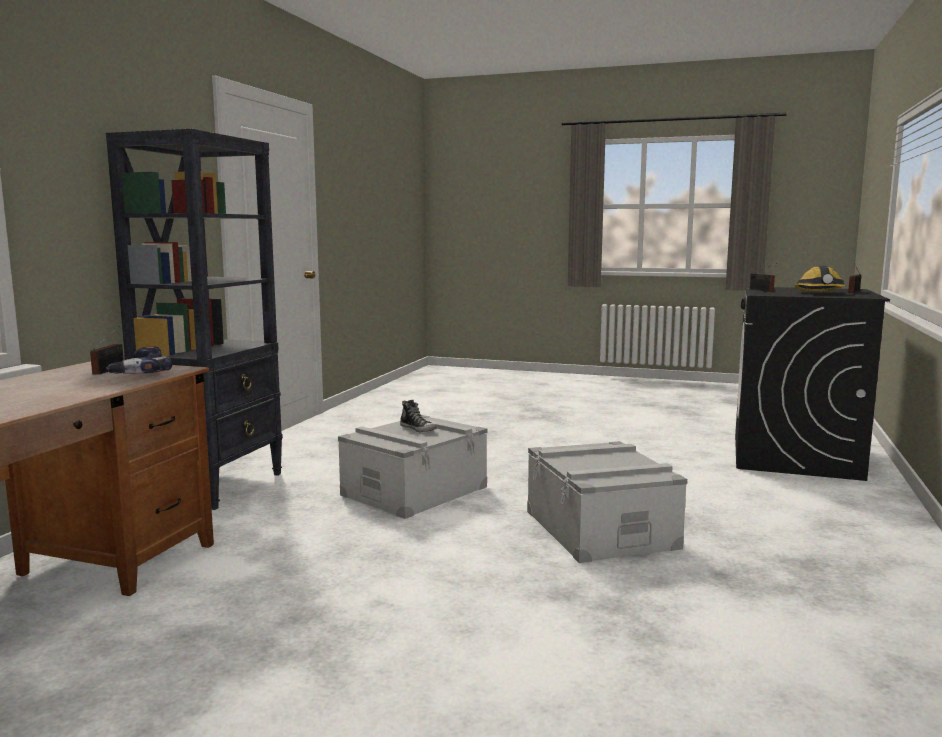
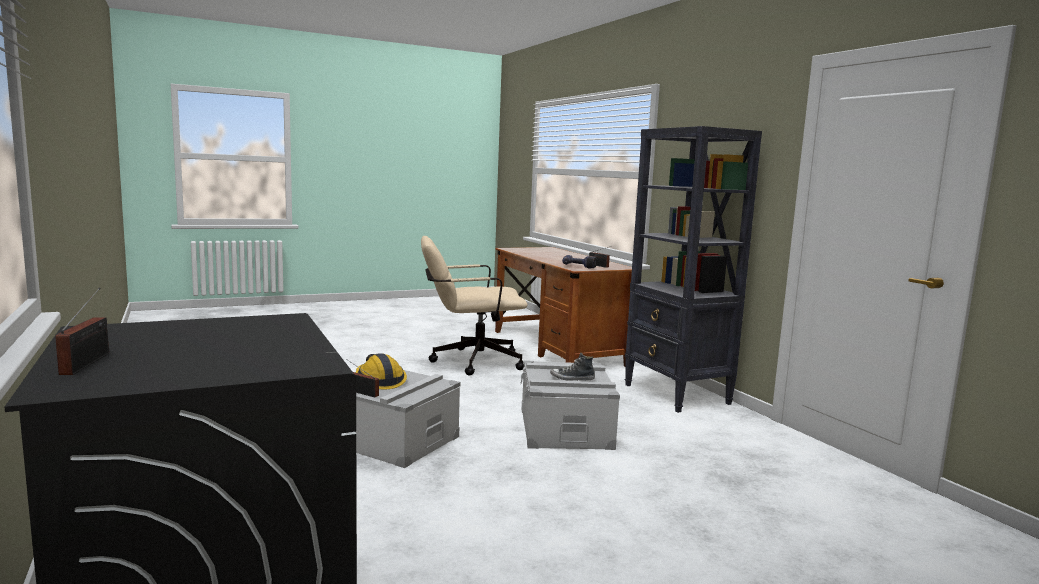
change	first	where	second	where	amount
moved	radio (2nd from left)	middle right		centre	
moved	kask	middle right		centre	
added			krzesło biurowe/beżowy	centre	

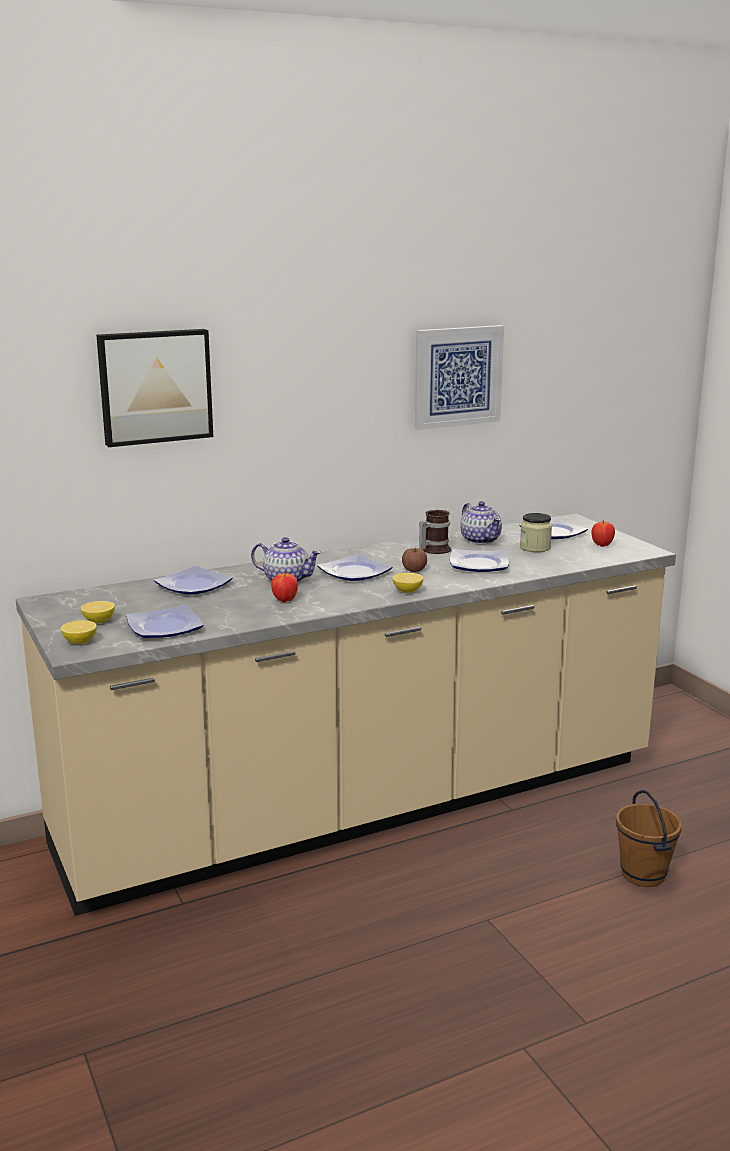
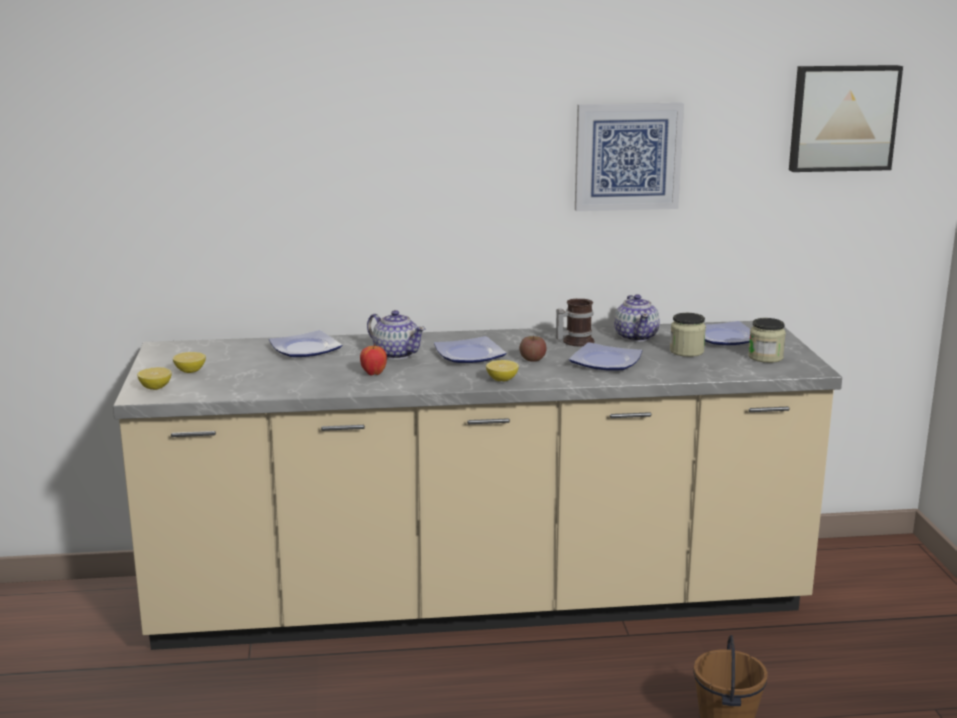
change	first	where	second	where	amount
moved	obraz (1st from left in the first image)	middle left	obraz (2nd from left)	top right	
removed	talerz (1st from left)	middle left			
replaced	jabłko (3rd from left)	middle right	słoik (2nd from left)	middle right	

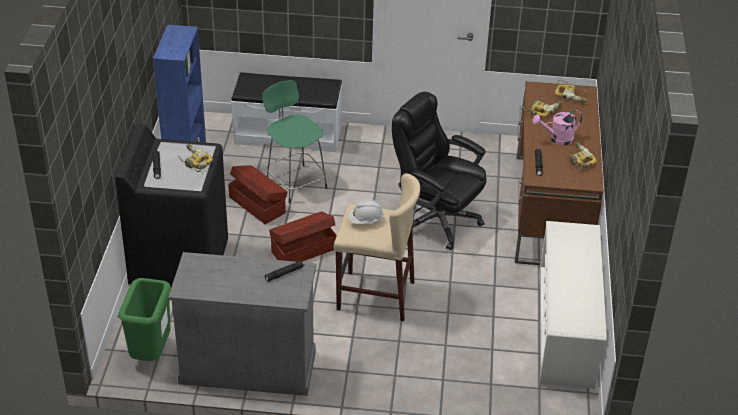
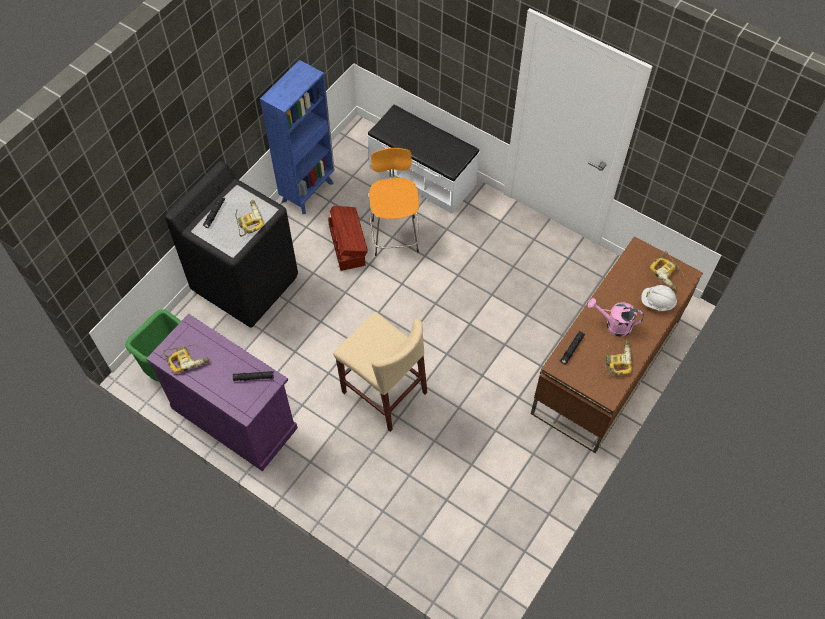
change	first	where	second	where	amount
recoloured	szafka/szary	bottom left	szafka/fioletowy	middle left	
recoloured	stołek/zielony	centre	stołek/pomarańczowy	top centre	
removed	pojemnik do przechowywania/brązowy (2nd from left)	centre			
moved	kask/biały	centre		middle right	
removed	krzesło biurowe/czarny	centre			
moved	wiertarka (2nd from left in the first image)	top right	wiertarka (1st from left)	middle left	
removed	regał na buty/biały	bottom right			

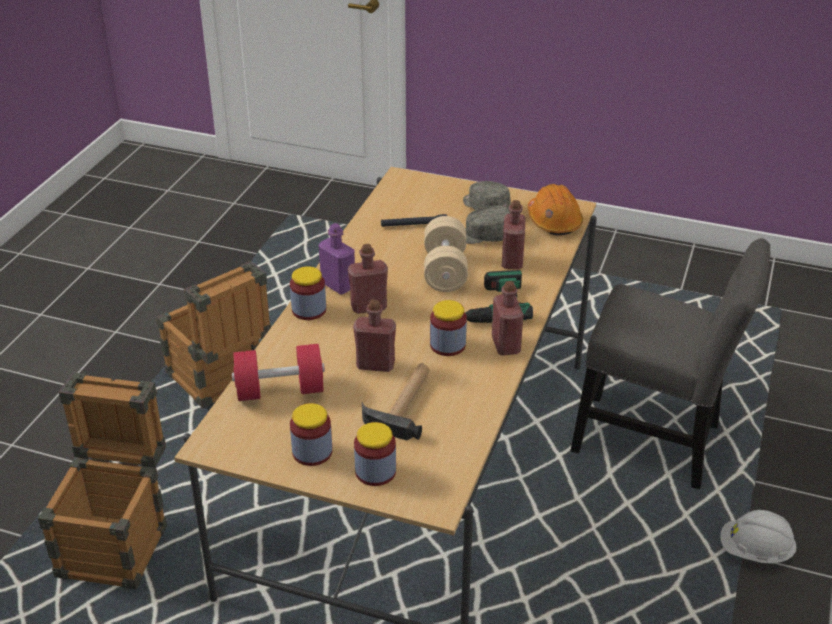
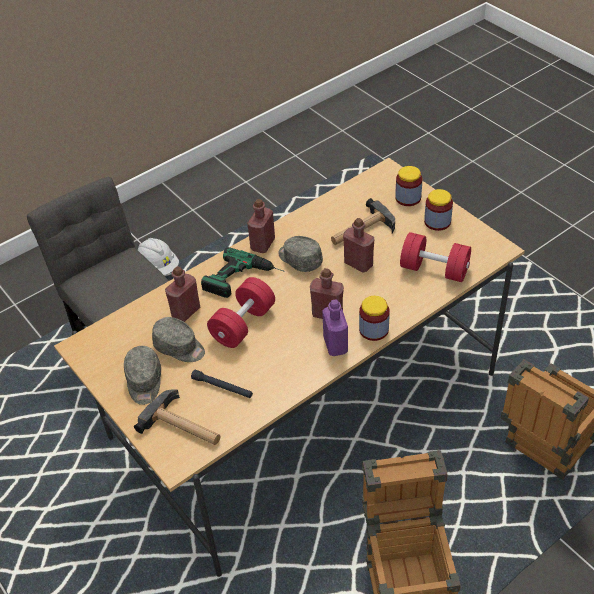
change	first	where	second	where	amount
recoloured	hantel/beżowy	centre	hantel/czerwony (1st from left)	centre	
replaced	słoik (4th from left)	centre	czapka z daszkiem/szary (3rd from left)	centre	
removed	kask/pomarańczowy	middle right			
added			młotek (1st from left)	bottom left	

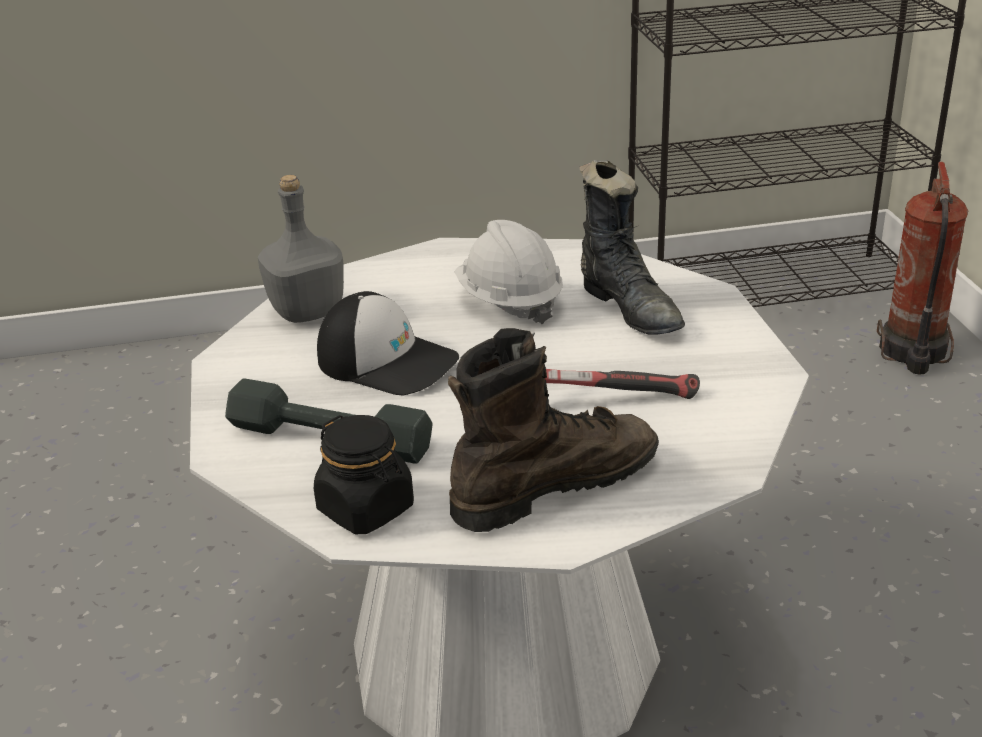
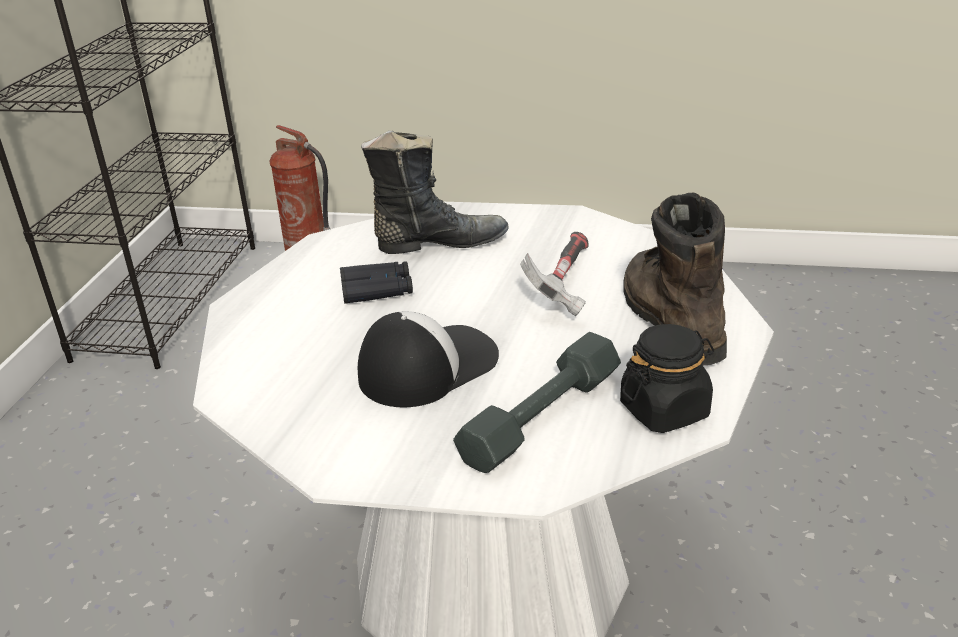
change	first	where	second	where	amount
removed	butelka/szary	middle left			
replaced	kask/biały	centre	lornetka/czarny	centre	

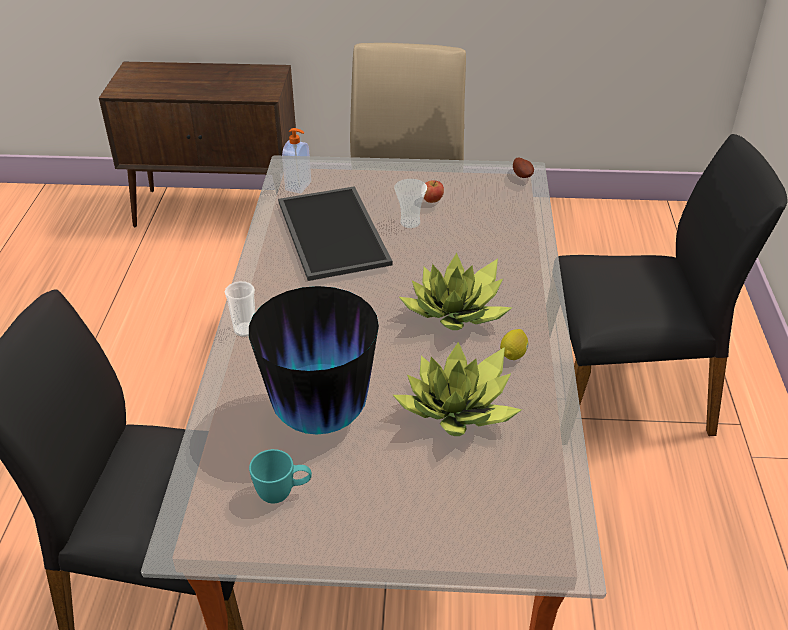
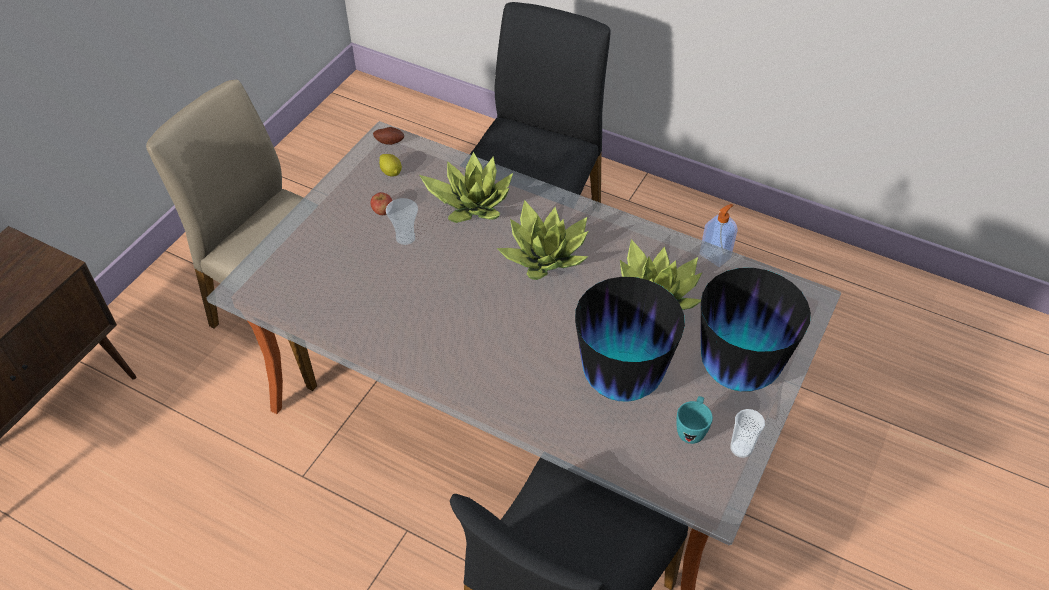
change	first	where	second	where	amount
moved	filiżanka (1st from left in the first image)	middle left	filiżanka (2nd from left)	bottom right	
removed	taca	centre			
moved	dozownik mydła	top centre		middle right	
moved	cytryna	centre		top centre	
added			roślina doniczkowa (1st from left)	top centre	
added			wazon (2nd from left)	middle right	

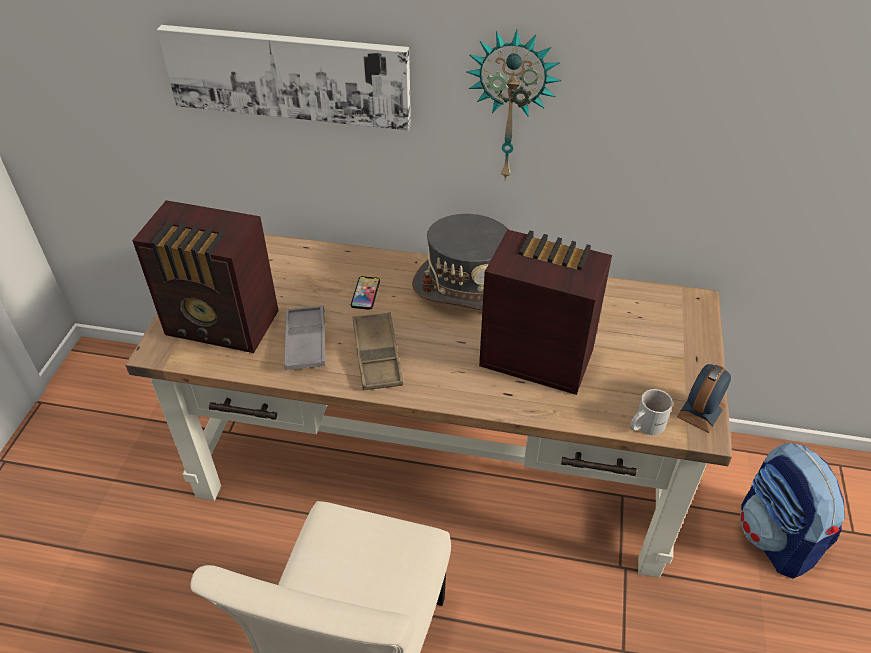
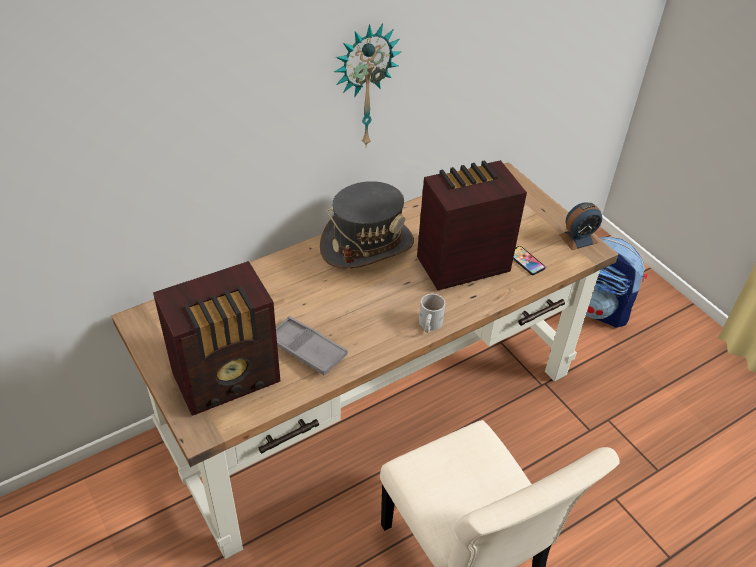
change	first	where	second	where	amount
removed	obraz	top left			
moved	telefon	centre		middle right	
removed	taca/brązowy	centre			
moved	kubek/biały	middle right		centre	
turned	budzik	middle right		middle right	105 degrees counterclockwise

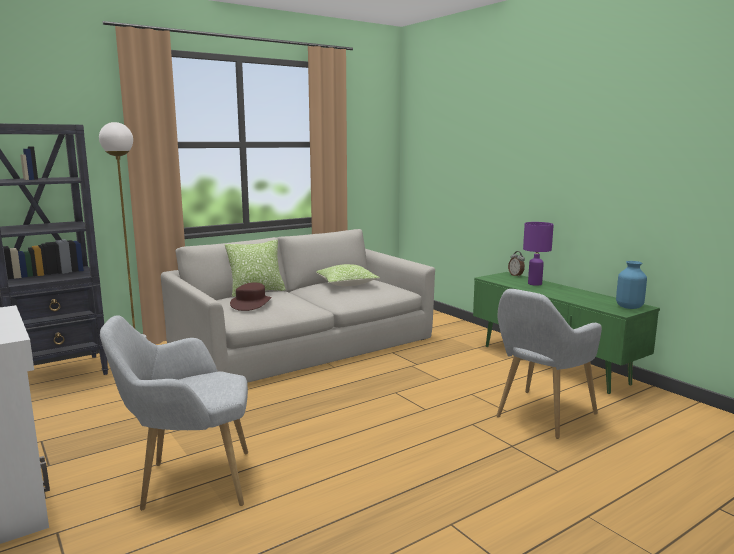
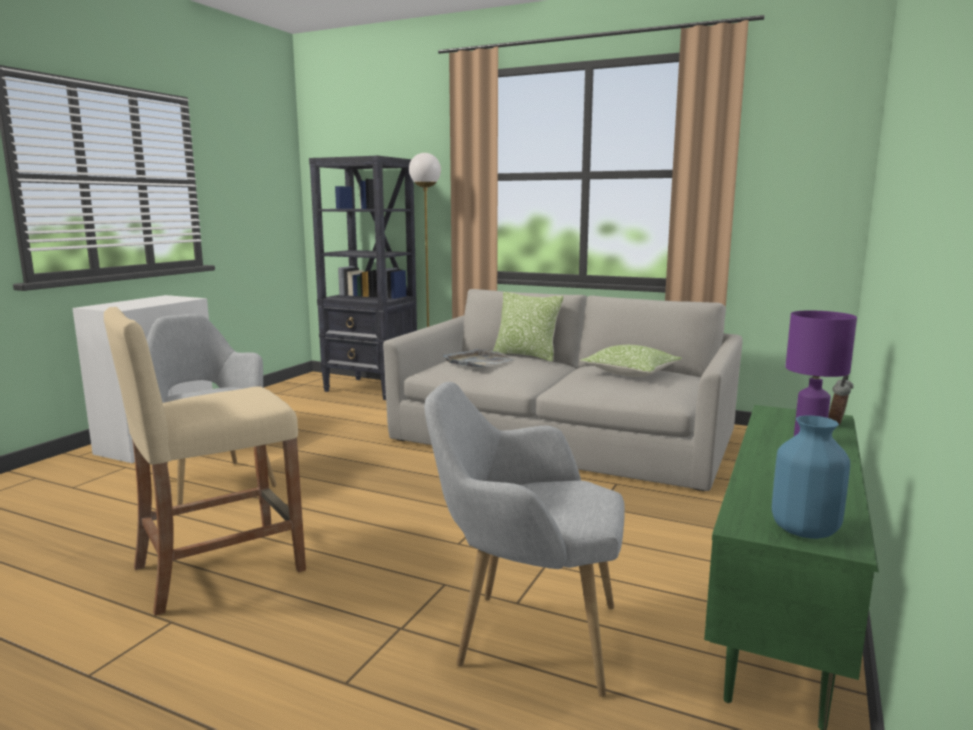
change	first	where	second	where	amount
replaced	kapelusz/brązowy	centre	taca/szary	centre	
added			stołek/beżowy	middle left	

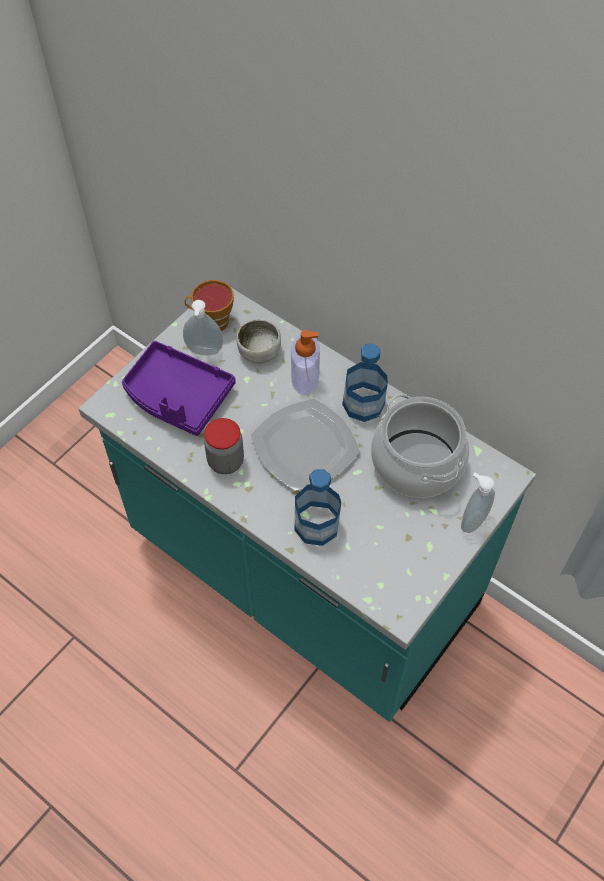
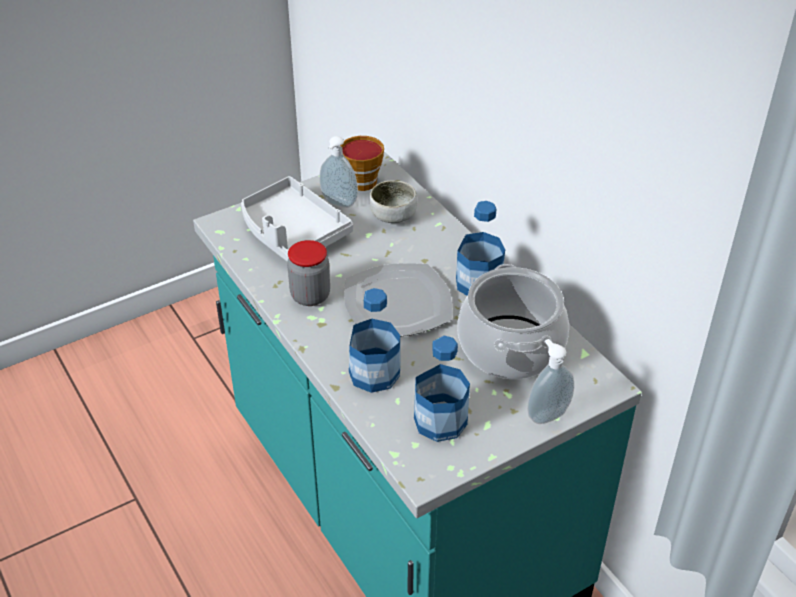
change	first	where	second	where	amount
recoloured	taca/fioletowy	middle left	taca/szary	centre	
removed	dozownik mydła (2nd from left)	centre			
added			butelka (2nd from left)	centre	

